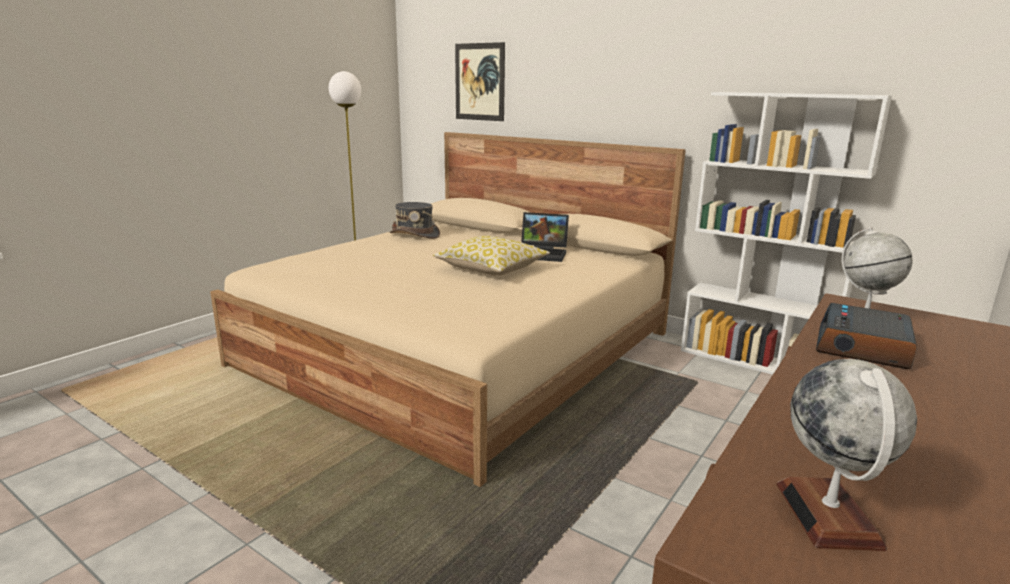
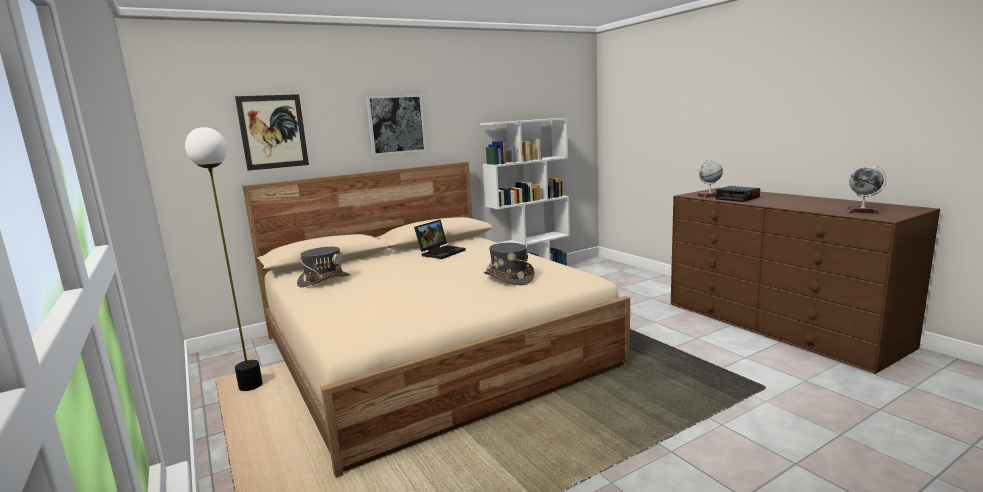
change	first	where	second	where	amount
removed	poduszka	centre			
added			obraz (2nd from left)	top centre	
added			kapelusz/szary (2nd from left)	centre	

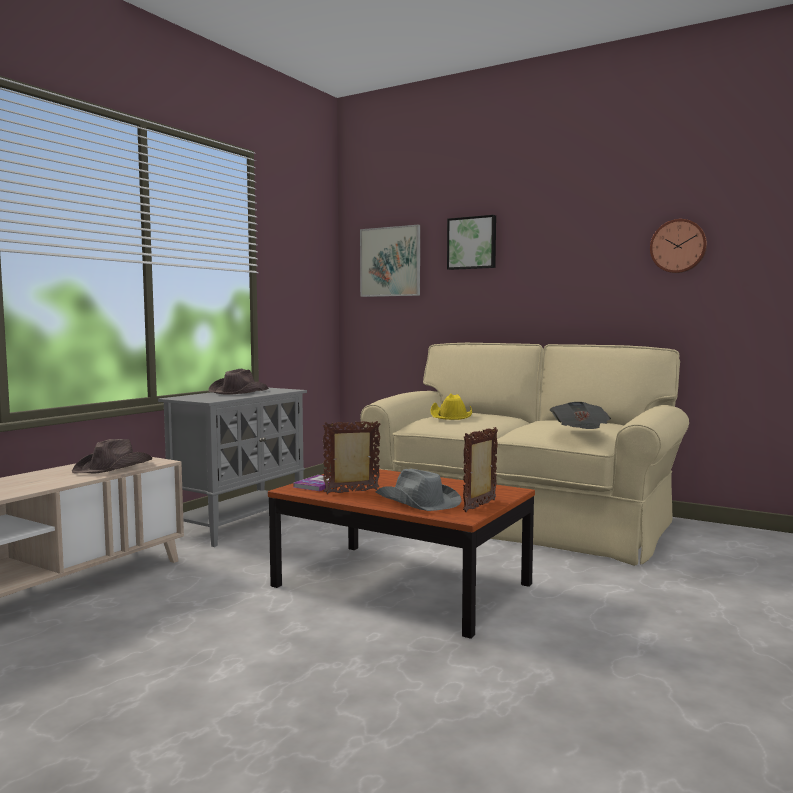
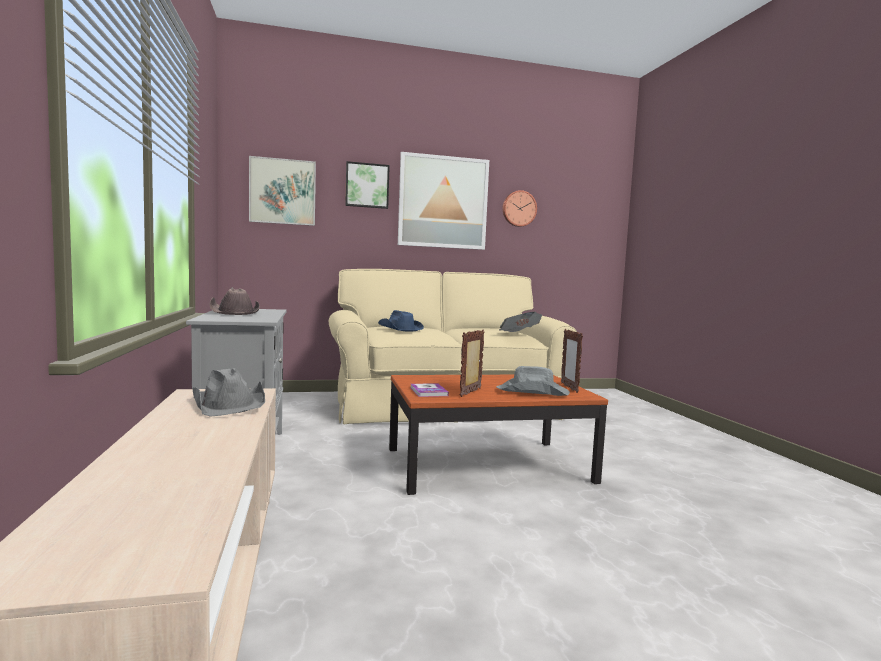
change	first	where	second	where	amount
recoloured	kapelusz/brązowy (1st from left)	middle left	kapelusz/szary (1st from left)	middle left	
recoloured	kapelusz/żółty	centre	kapelusz/niebieski	centre	
added			obraz (3rd from left)	top centre	

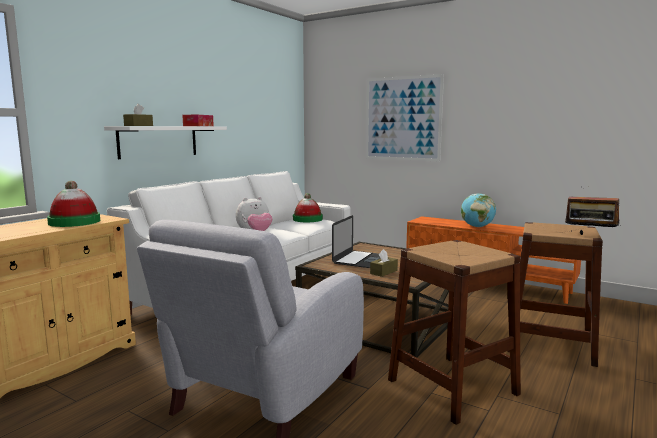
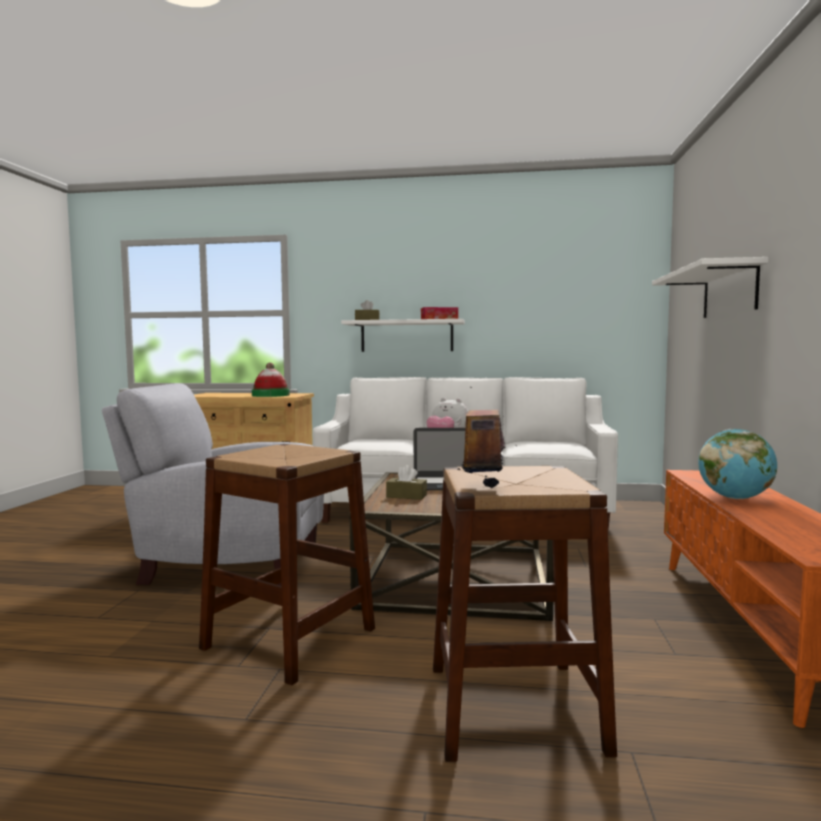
change	first	where	second	where	amount
removed	kapelusz (2nd from left)	centre			
replaced	obraz	top centre	półka/biały (2nd from left)	middle right	

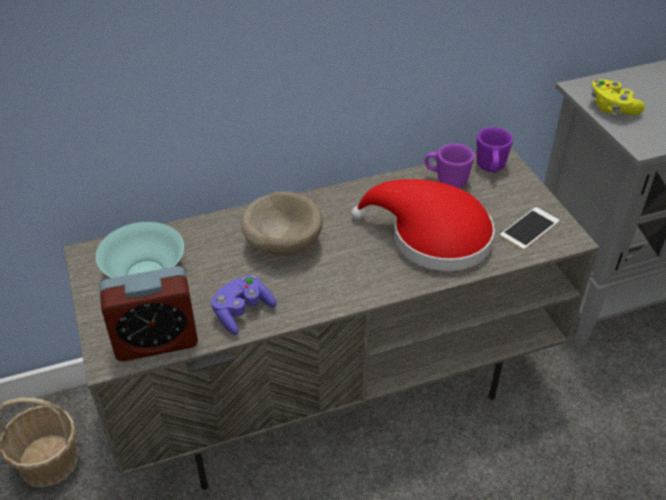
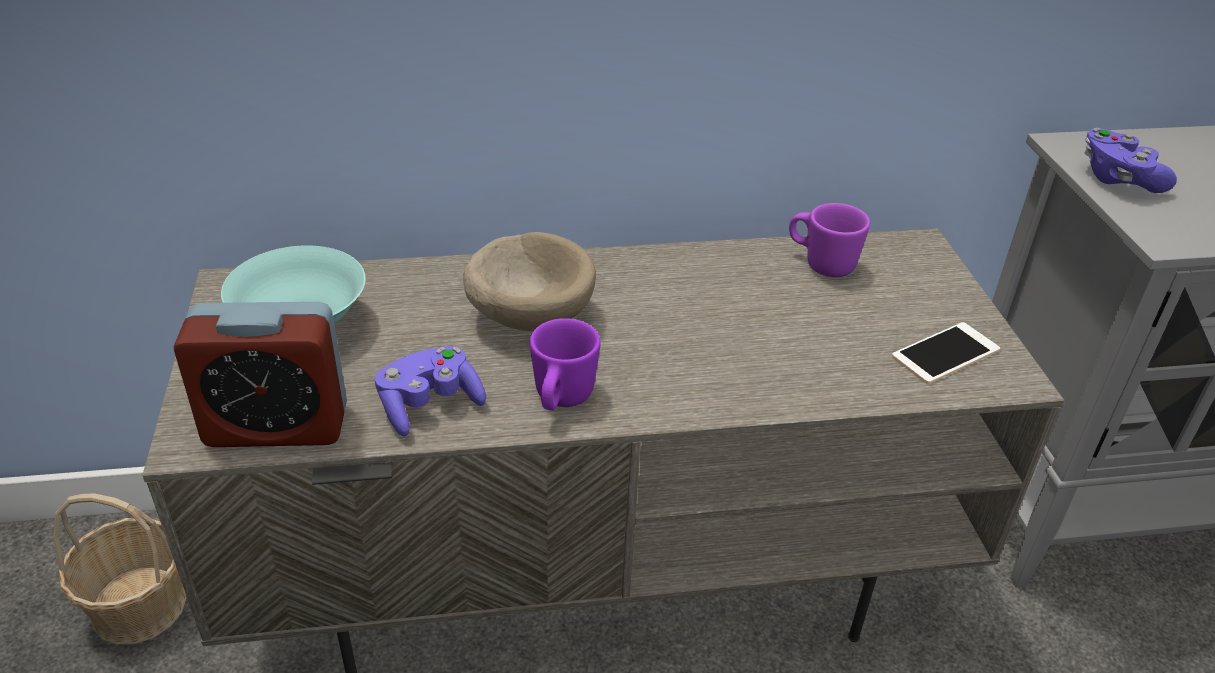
change	first	where	second	where	amount
removed	kapelusz/czerwony	centre			
moved	kubek/fioletowy (2nd from left in the first image)	top right	kubek/fioletowy (1st from left)	centre	
recoloured	pad do gier/żółty	top right	pad do gier/fioletowy (2nd from left)	top right	

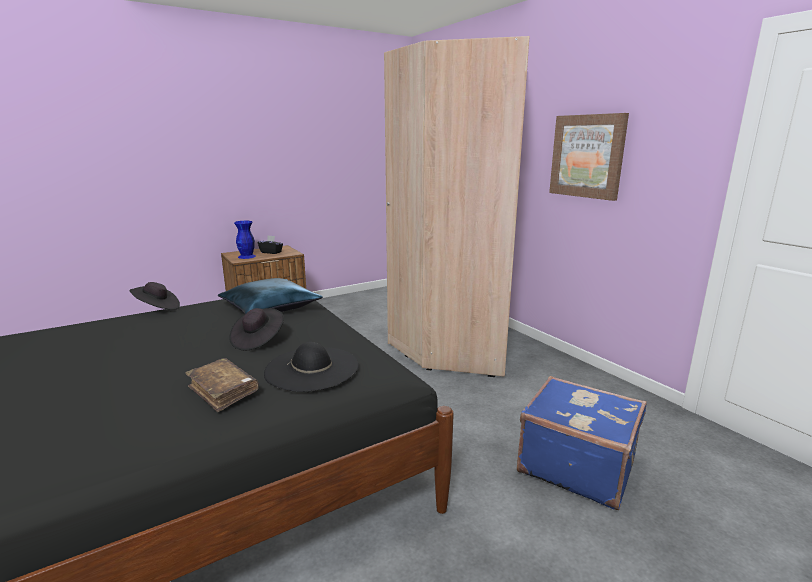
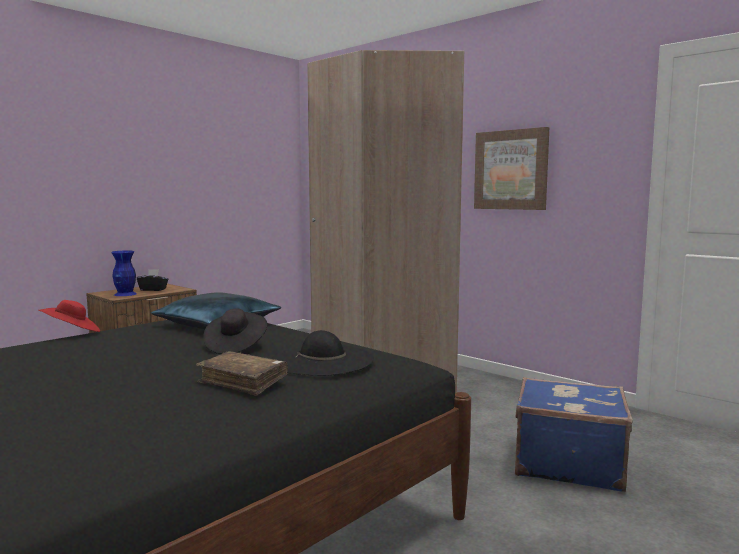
change	first	where	second	where	amount
recoloured	kapelusz/czarny (1st from left)	middle left	kapelusz/czerwony	middle left	

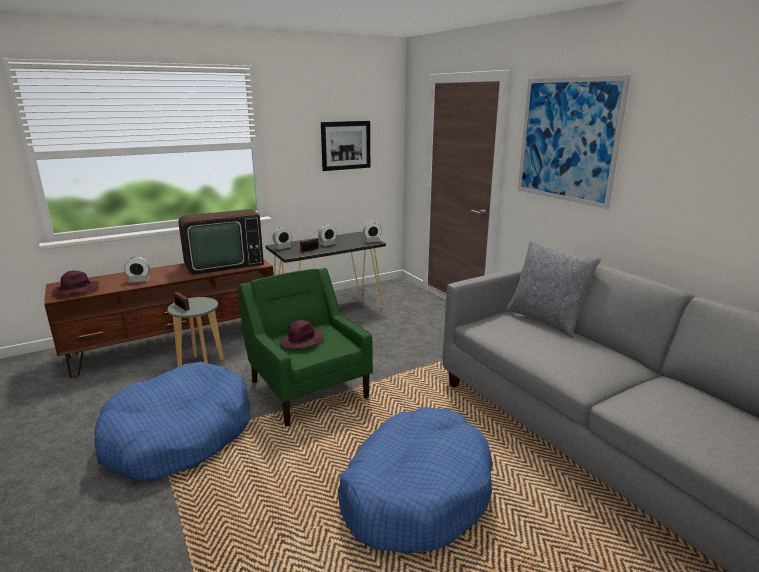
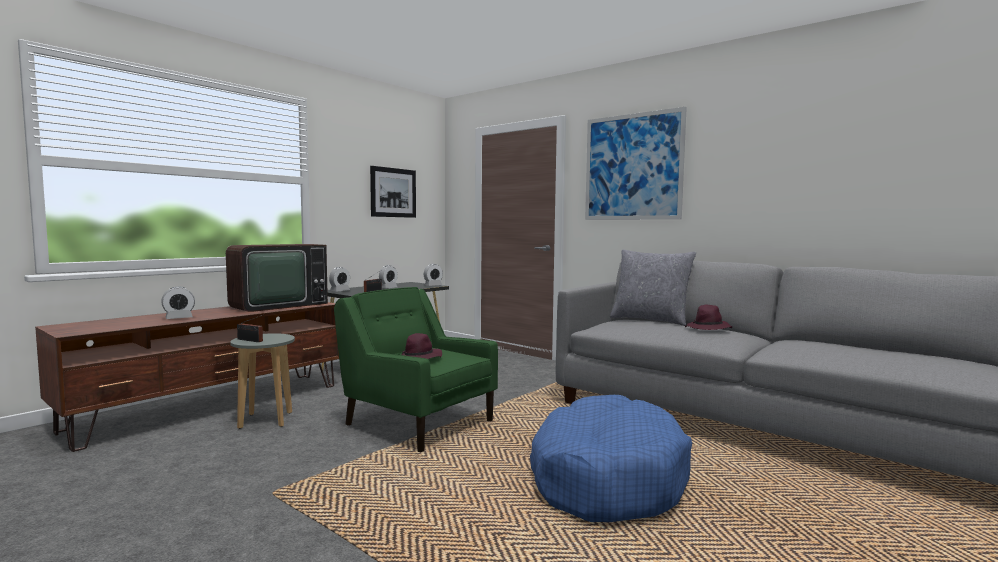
change	first	where	second	where	amount
moved	kapelusz/fioletowy (1st from left in the first image)	middle left	kapelusz/fioletowy (2nd from left)	middle right	
removed	legowisko/niebieski (1st from left)	bottom left			

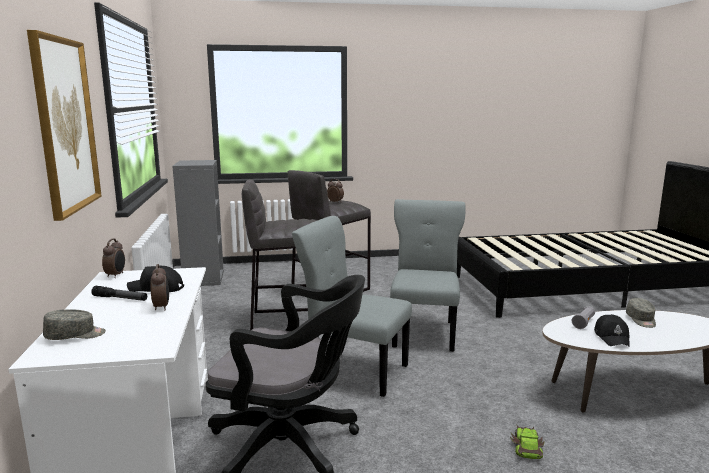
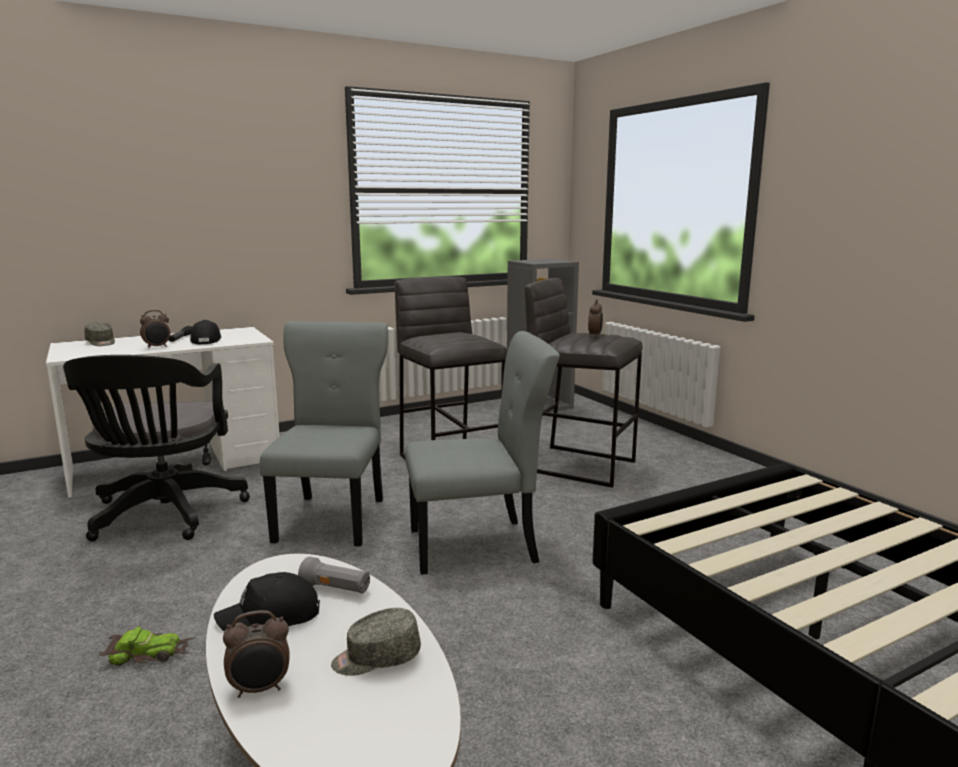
change	first	where	second	where	amount
removed	obraz	top left			
moved	budzik (1st from left in the first image)	middle left	budzik (2nd from left)	bottom left	

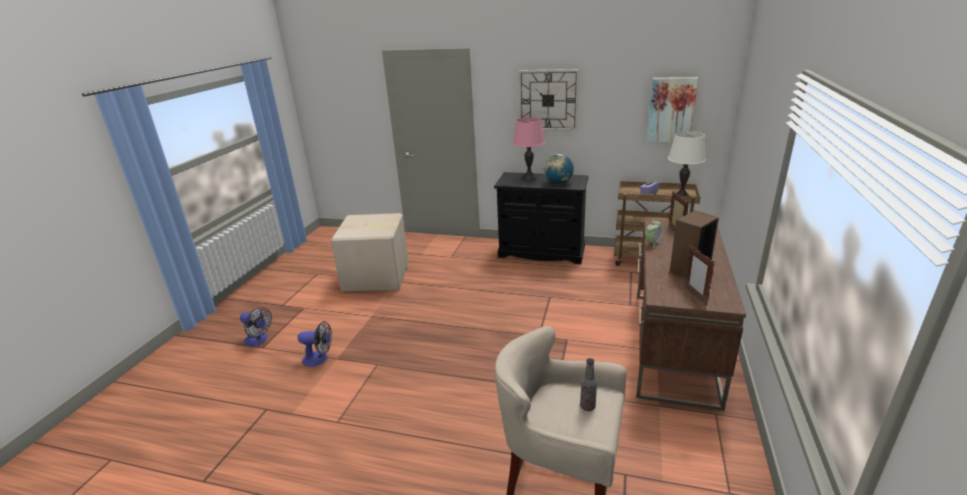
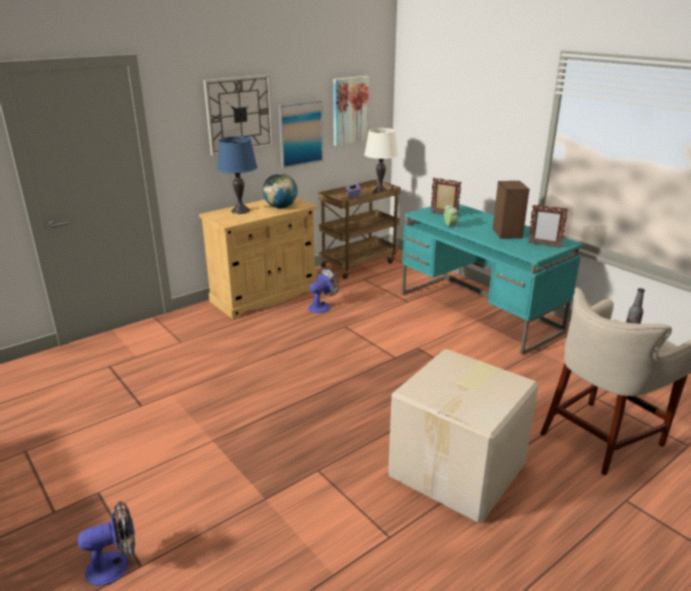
change	first	where	second	where	amount
moved	wentylator (2nd from left)	bottom left		centre	
moved	karton	centre		bottom right	
recoloured	szafka/czarny	centre	szafka/beżowy	centre	
recoloured	lampa stołowa/różowy	top centre	lampa stołowa/niebieski	top centre	
recoloured	biurko/brązowy	middle right	biurko/turkusowy	middle right	
added			obraz (1st from left)	top centre	

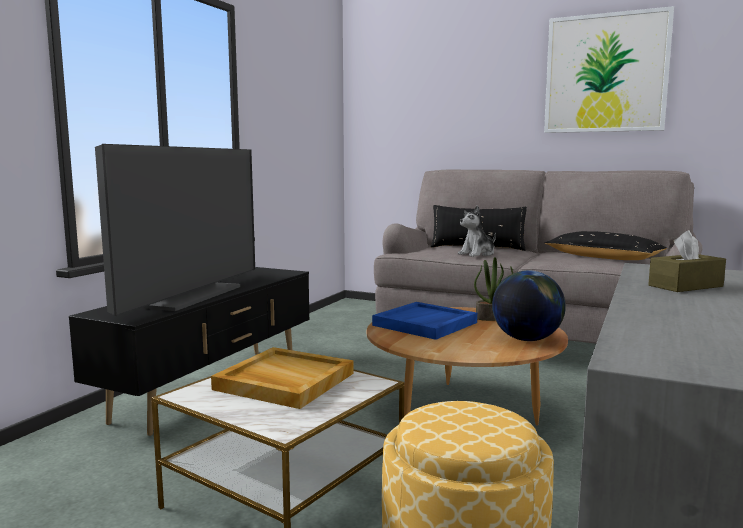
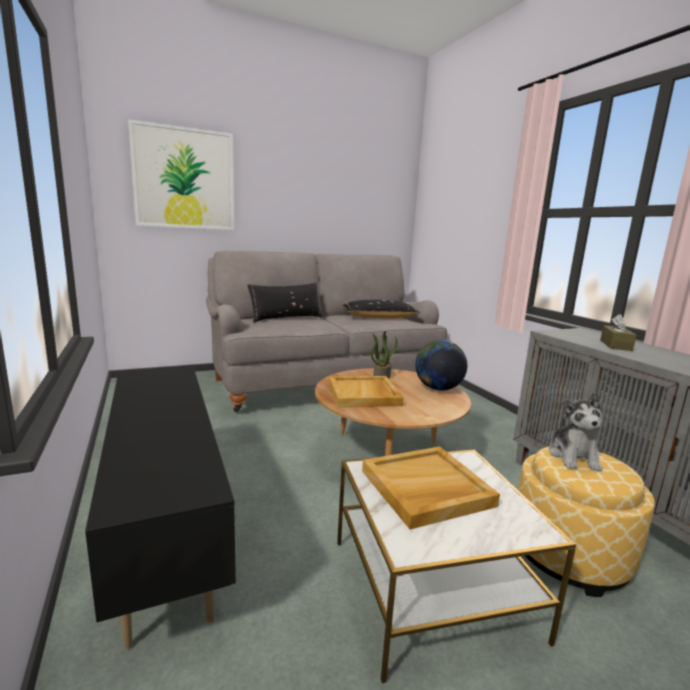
change	first	where	second	where	amount
removed	telewizor	middle left			
recoloured	taca/niebieski	centre	taca/beżowy (1st from left)	centre	
moved	pluszak	centre		middle right	
moved	obraz	top right		top left	

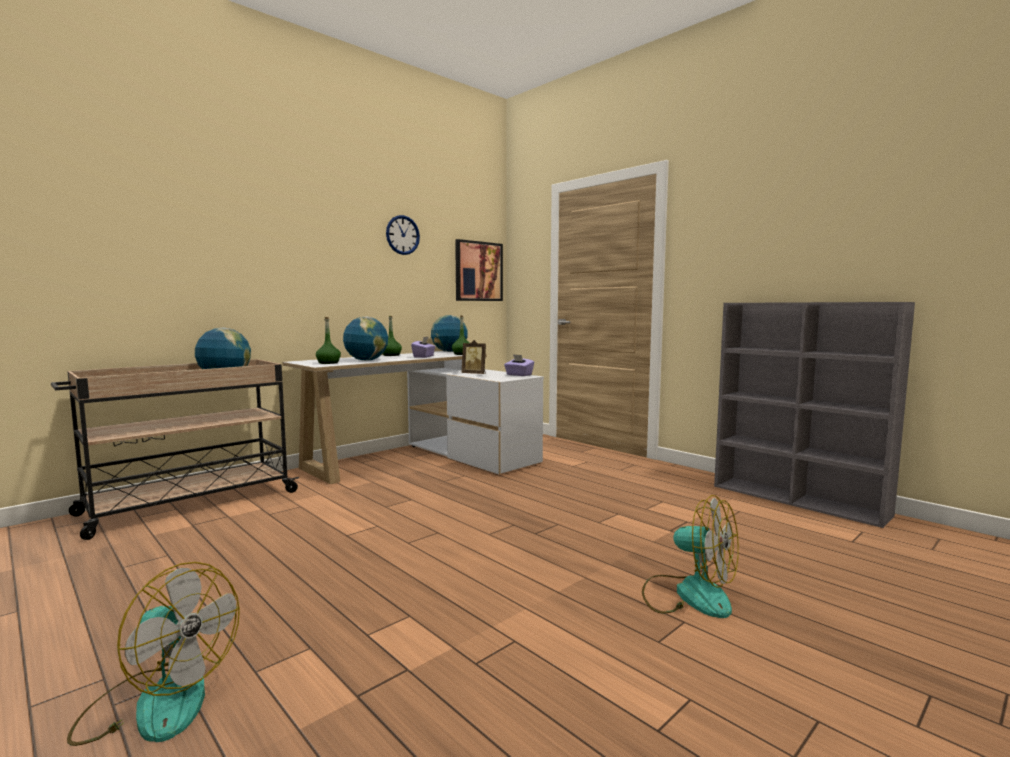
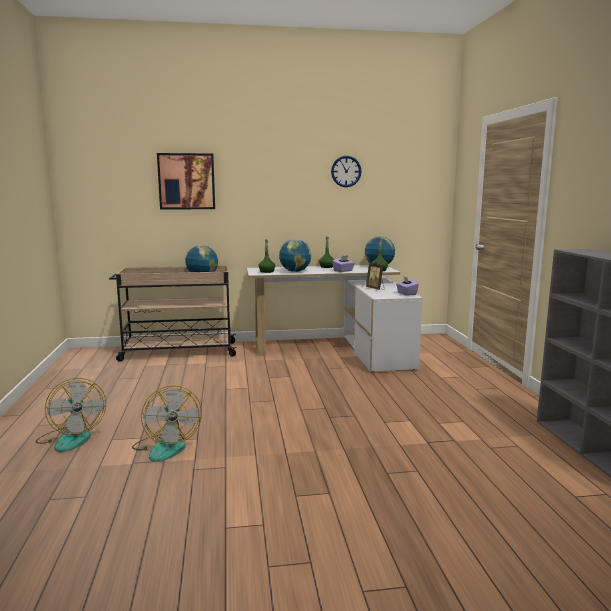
change	first	where	second	where	amount
moved	obraz	centre		top left	
moved	wentylator (2nd from left)	bottom right		bottom left	

